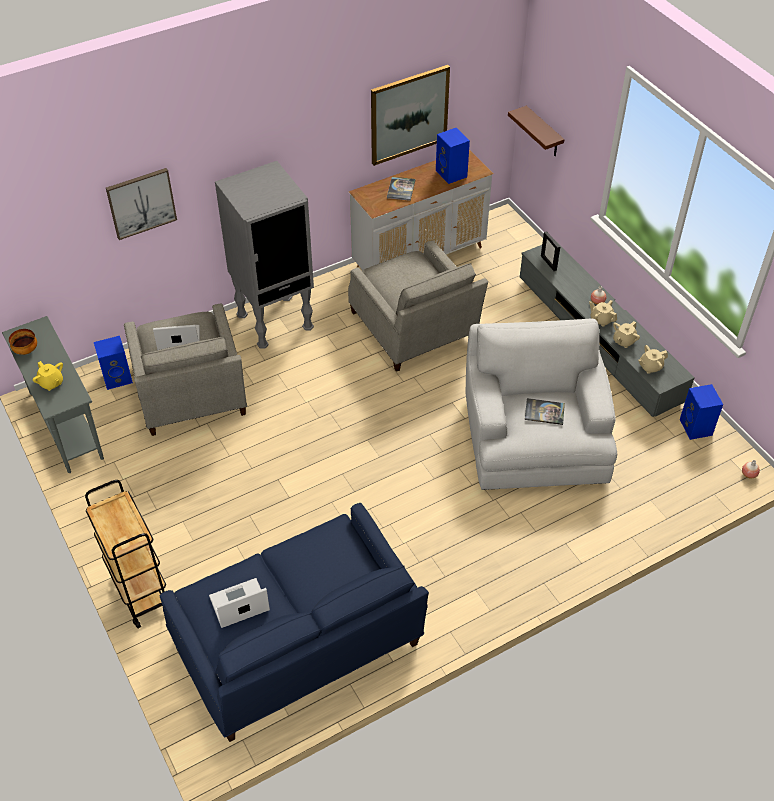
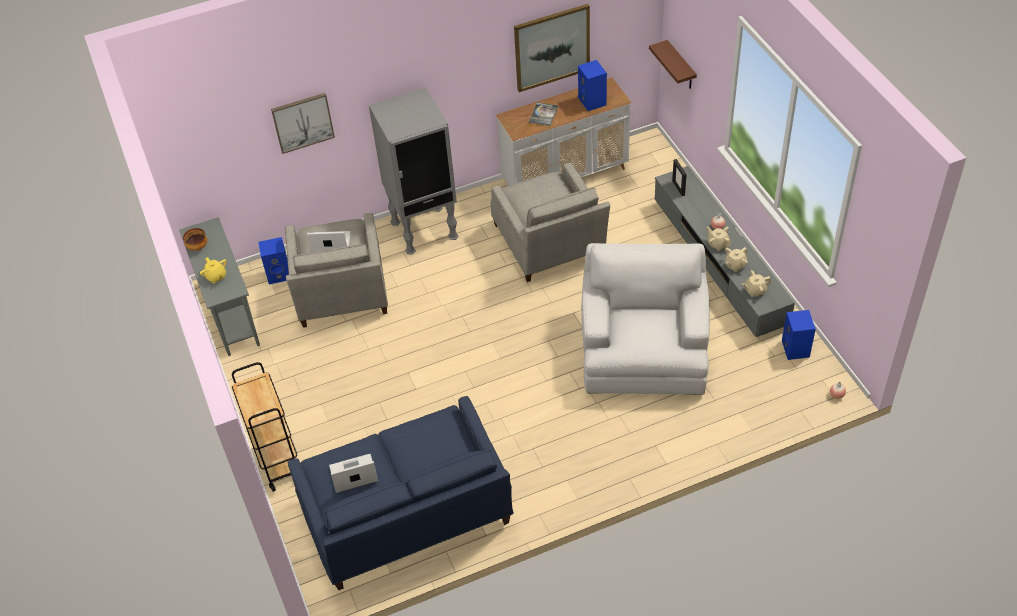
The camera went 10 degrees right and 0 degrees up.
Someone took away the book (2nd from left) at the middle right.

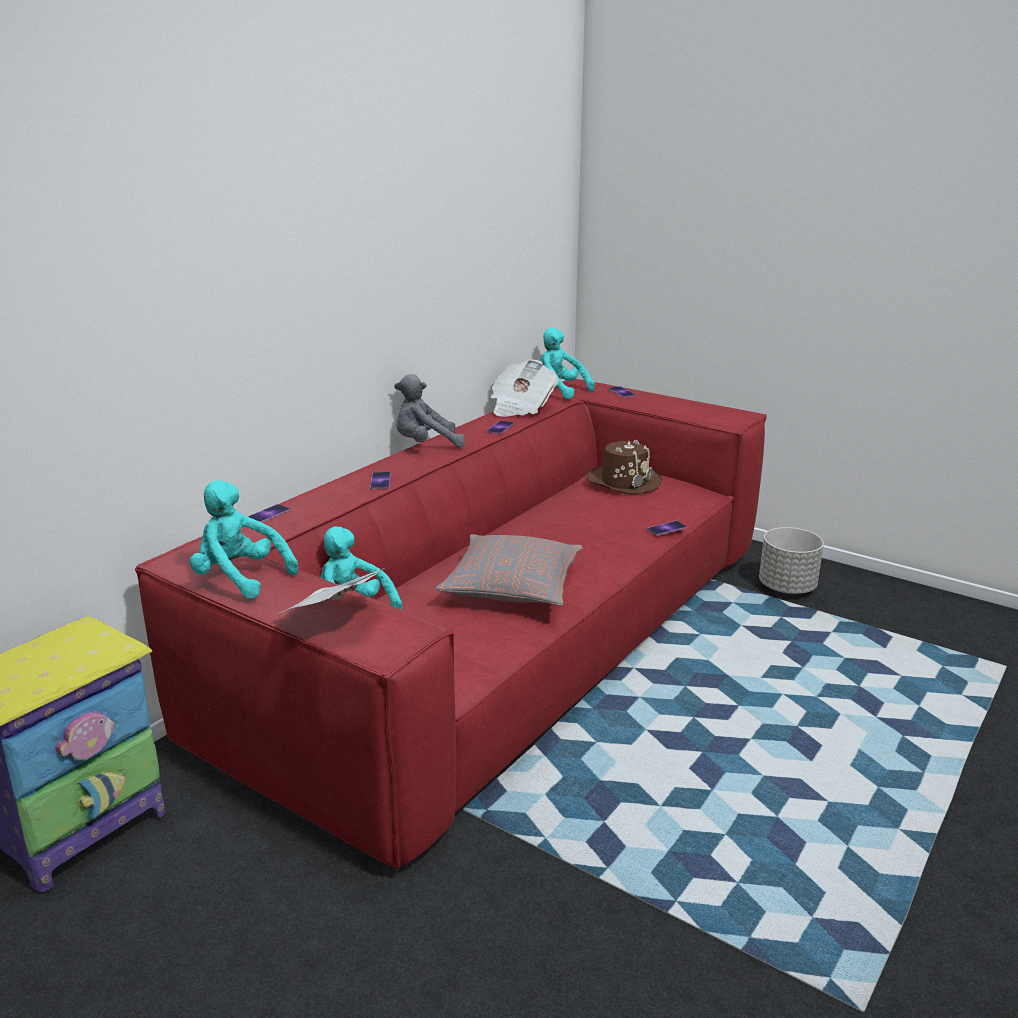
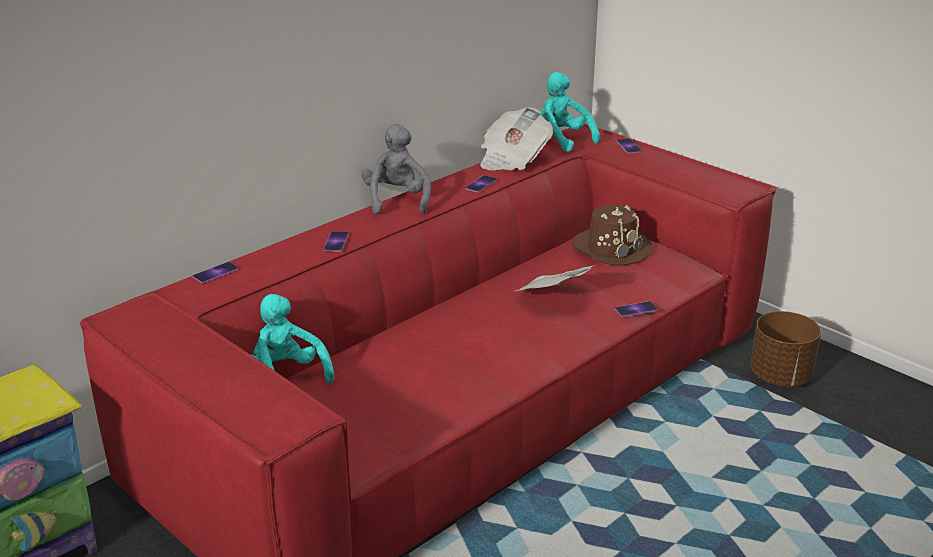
The camera went 10 degrees right and 5 degrees up.
Someone rotated the plush toy (grey) at the centre by 90 degrees clockwise.
Someone carried the newspaper (1st from left in the first image) from the middle left to the centre.
Someone repainted the planter (grey) at the middle right, which became the planter (brown) at the middle right.
Someone took away the plush toy (turquoise) (1st from left) at the middle left.
Someone took away the pillow (grey) at the centre.

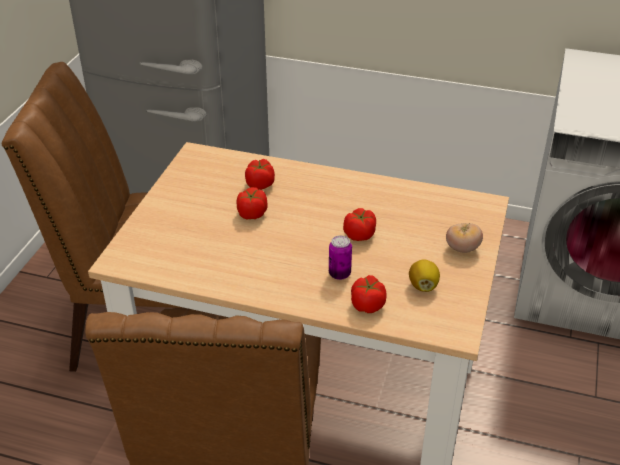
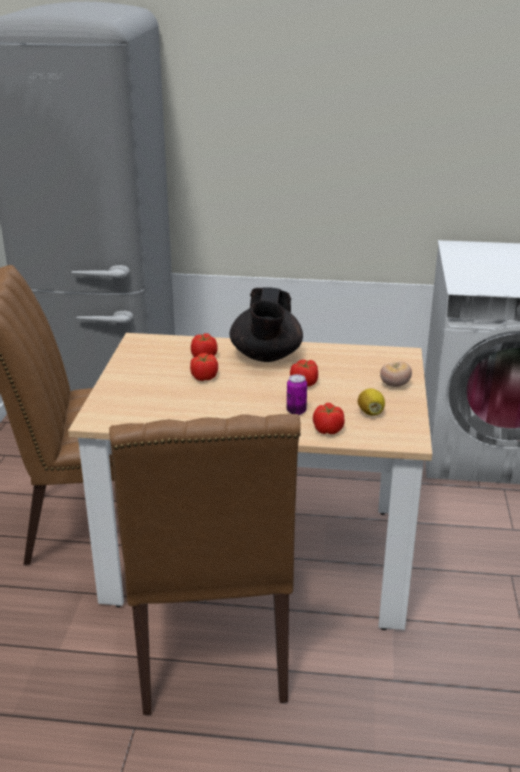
The camera went 10 degrees left and 10 degrees down.
Someone put down the teapot (black) at the centre.

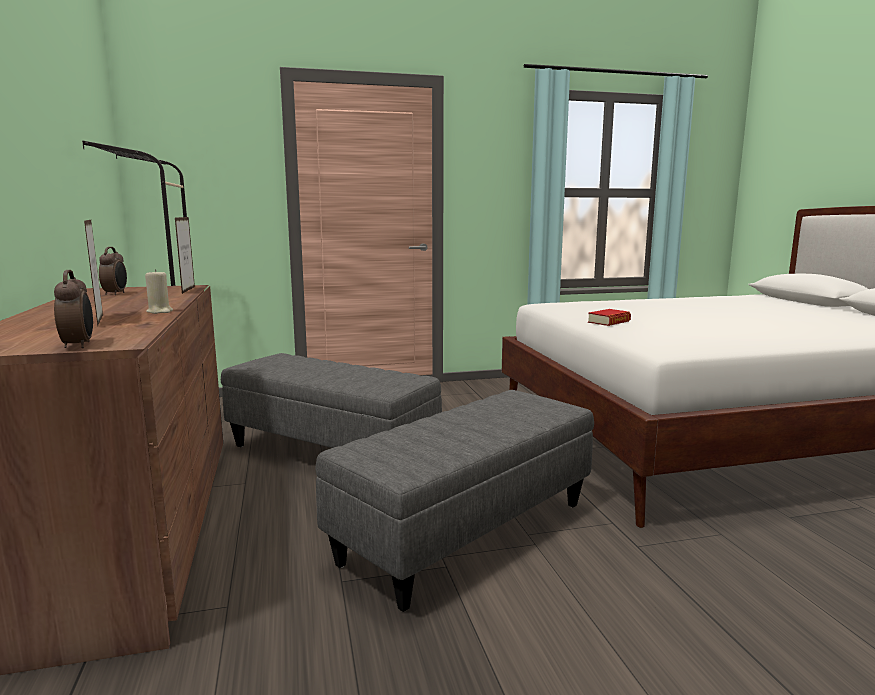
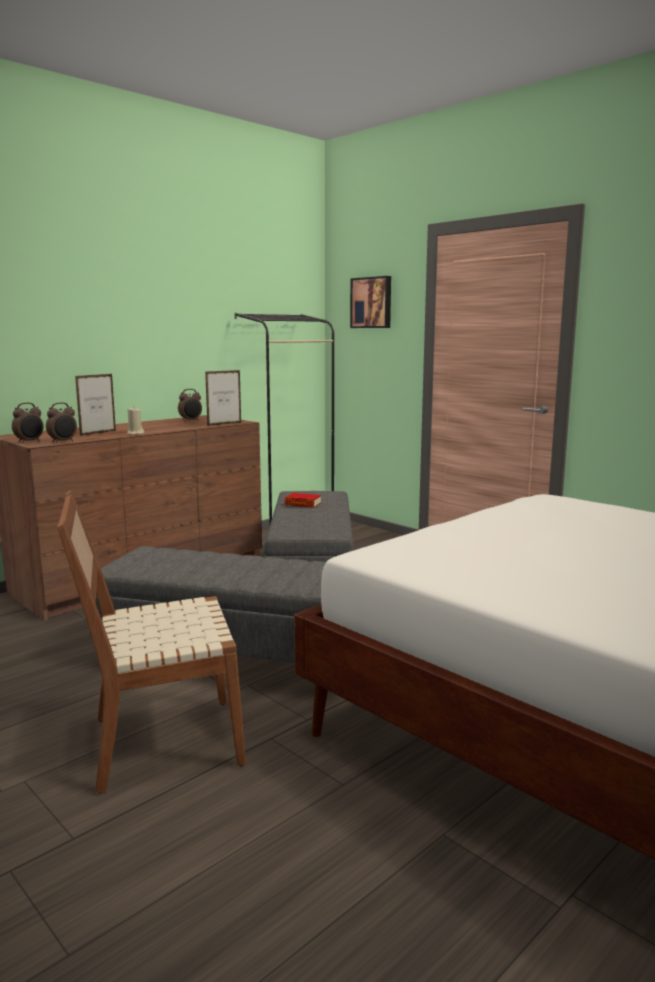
The camera went 60 degrees right and 0 degrees up.
Someone put down the alarm clock (2nd from left) at the middle left.
Someone put down the chair at the middle left.
Someone carried the book from the middle right to the centre.
Someone put up the picture at the top centre.

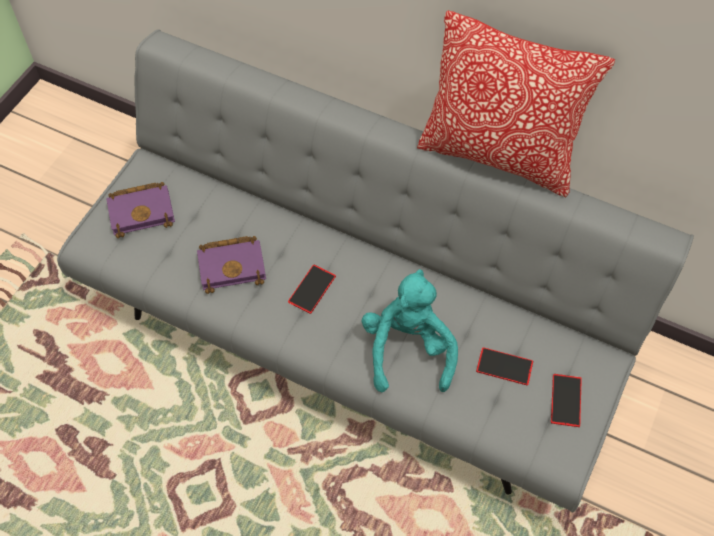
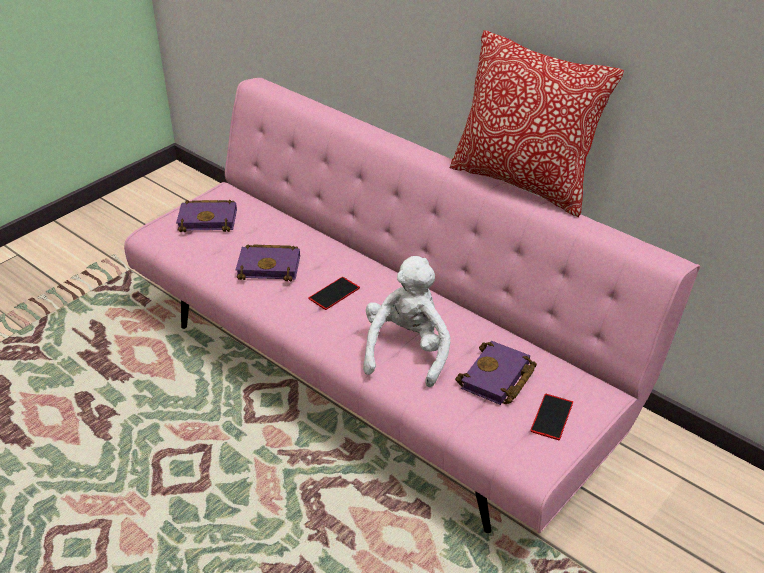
The camera went 15 degrees right and 20 degrees down.
Someone repainted the sofa (grey) at the centre, which became the sofa (pink) at the centre.
Someone repainted the plush toy (turquoise) at the centre, which became the plush toy (white) at the centre.
Someone swapped the phone (2nd from left) at the bottom right for the book (purple) (3rd from left) at the centre.

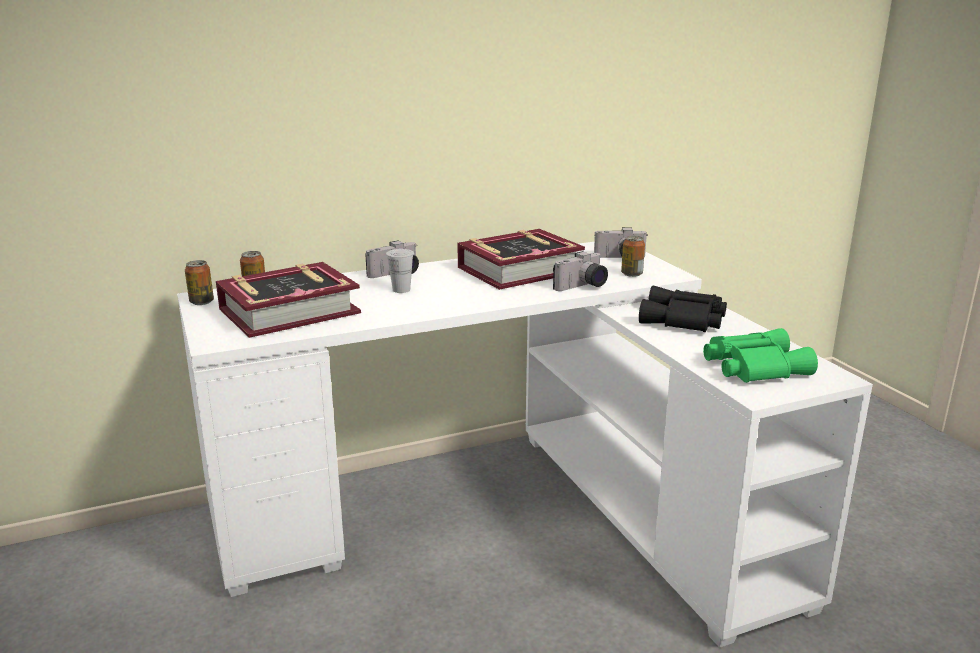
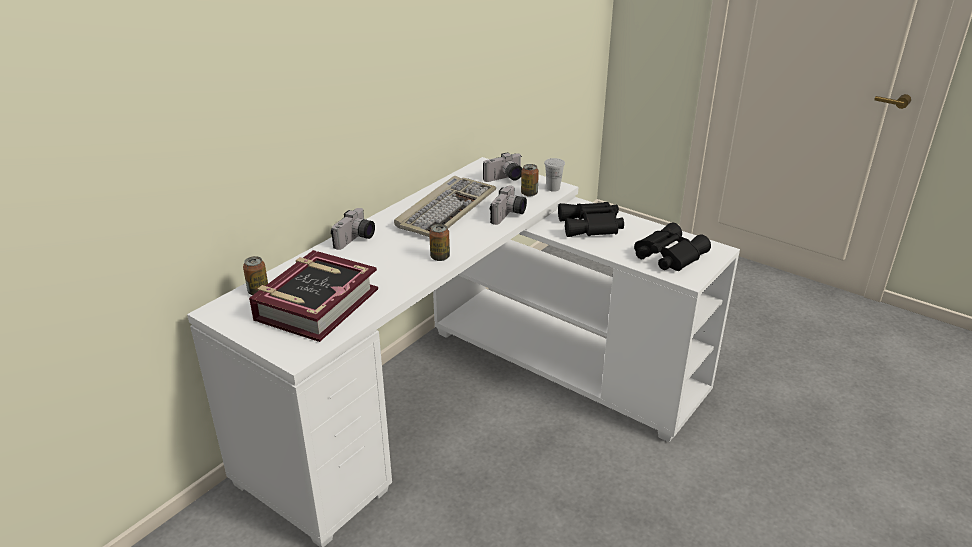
The camera went 30 degrees left and 10 degrees up.
Someone swapped the book (2nd from left) at the centre for the keyboard at the centre.
Someone carried the can (1st from left in the first image) from the middle left to the centre.
Someone carried the cup (white) from the centre to the top centre.
Someone repainted the binoculars (green) at the middle right, which became the binoculars (black) (2nd from left) at the middle right.

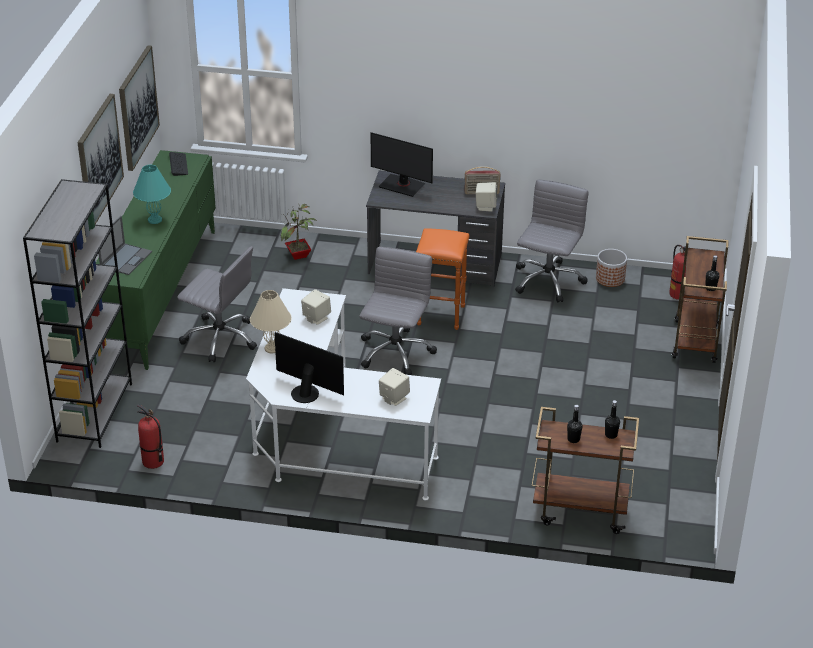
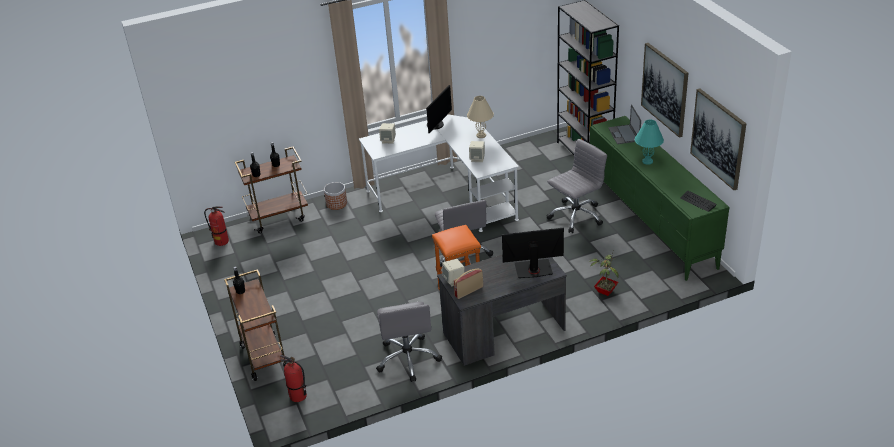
The camera went 150 degrees right and 0 degrees up.
Someone carried the fire extinguisher (1st from left) from the bottom left to the middle left.
Someone carried the planter from the middle right to the centre.
Someone rotated the monitor (1st from left) at the centre by 60 degrees counterclockwise.
Someone rotated the office chair (grey) (1st from left in the first image) at the middle left by 150 degrees clockwise.

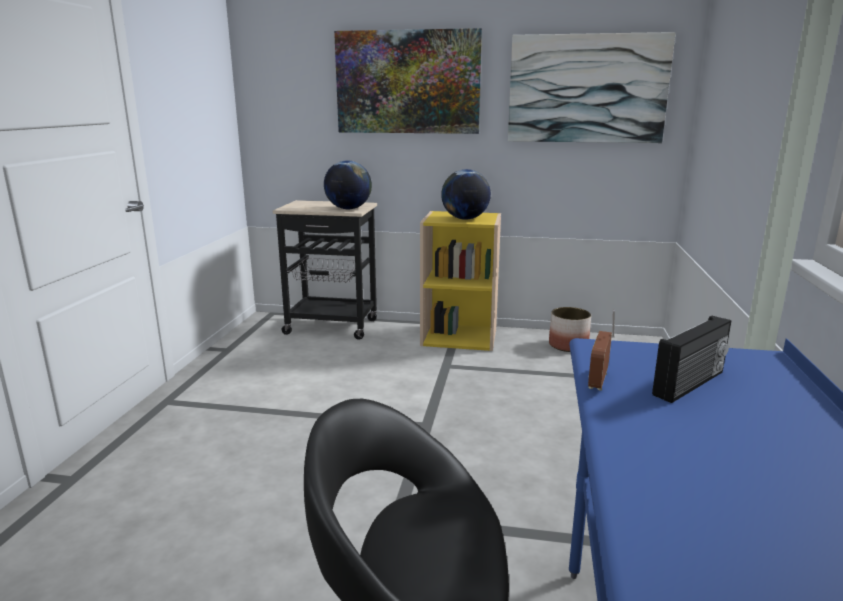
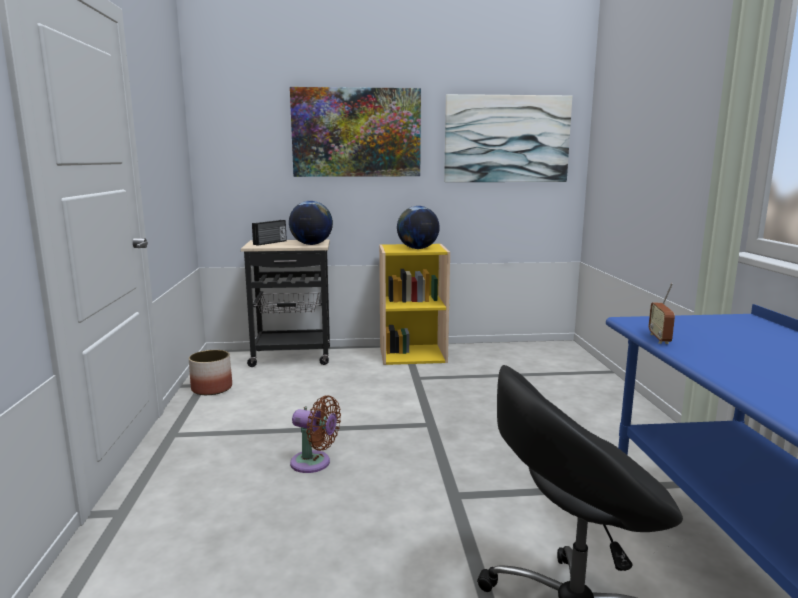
The camera went 15 degrees left and 5 degrees down.
Someone carried the planter from the middle right to the middle left.
Someone carried the radio (2nd from left in the first image) from the middle right to the centre.
Someone put down the fan (brown) at the bottom centre.

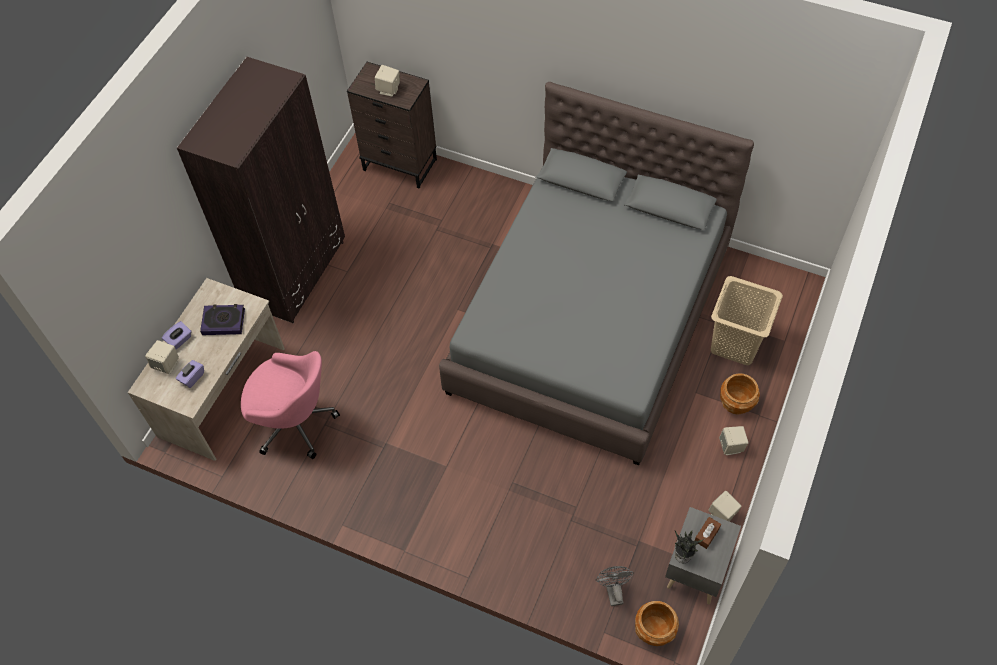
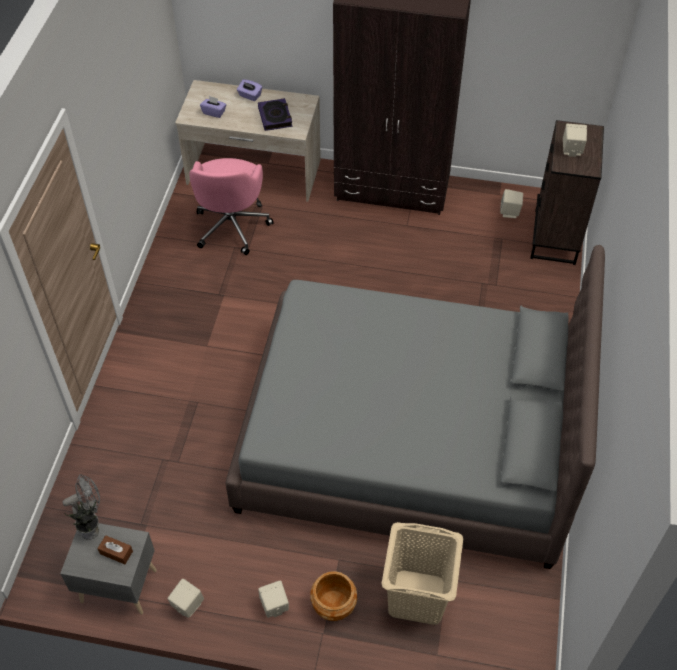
The camera went 75 degrees right and 5 degrees down.
Someone carried the speaker (beige) (1st from left in the first image) from the middle left to the top right.
Someone took away the planter (brown) (1st from left) at the bottom centre.

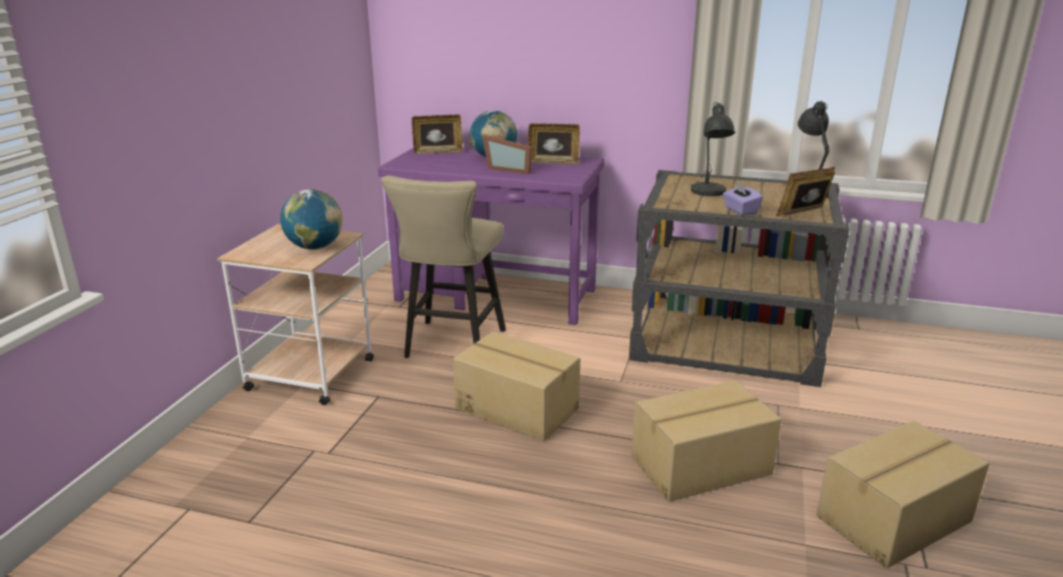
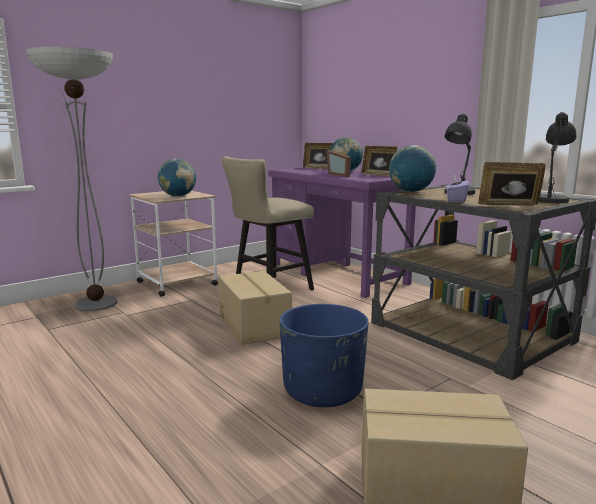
The camera went 35 degrees right and 10 degrees down.
Someone put down the floor lamp at the middle left.
Someone swapped the cardboard box (2nd from left) at the bottom centre for the planter (blue) at the bottom centre.
Someone put down the globe (3rd from left) at the middle right.

